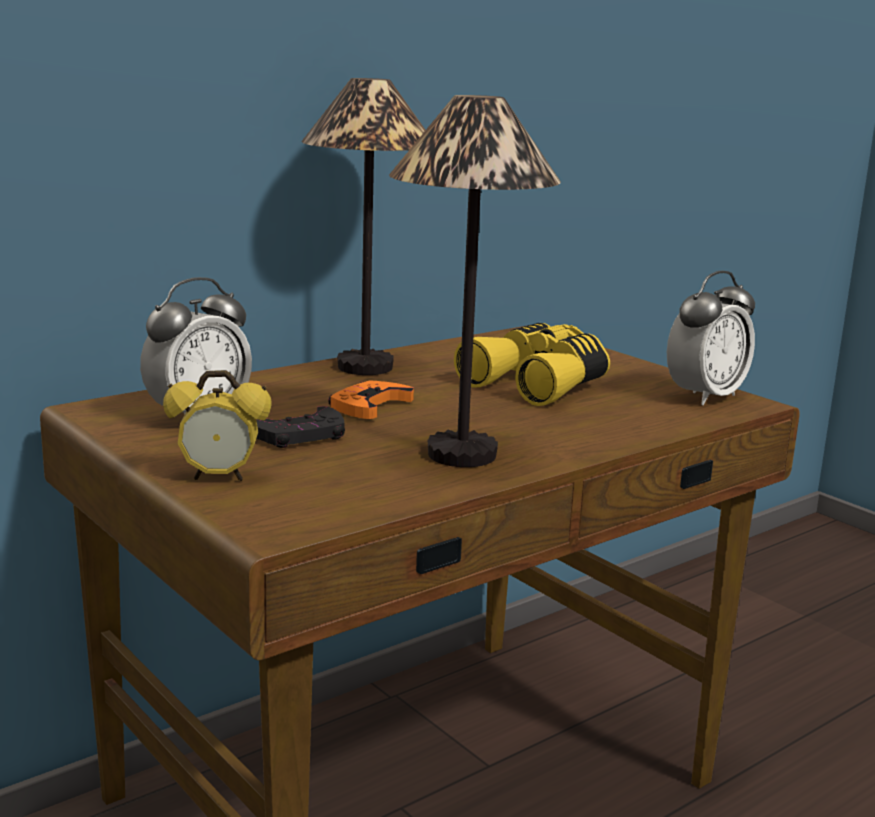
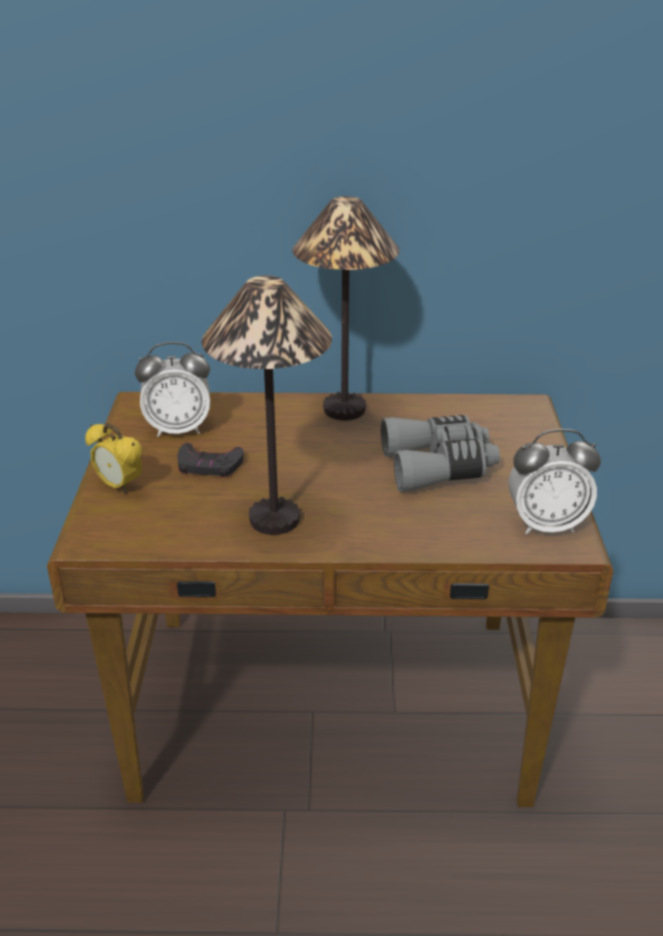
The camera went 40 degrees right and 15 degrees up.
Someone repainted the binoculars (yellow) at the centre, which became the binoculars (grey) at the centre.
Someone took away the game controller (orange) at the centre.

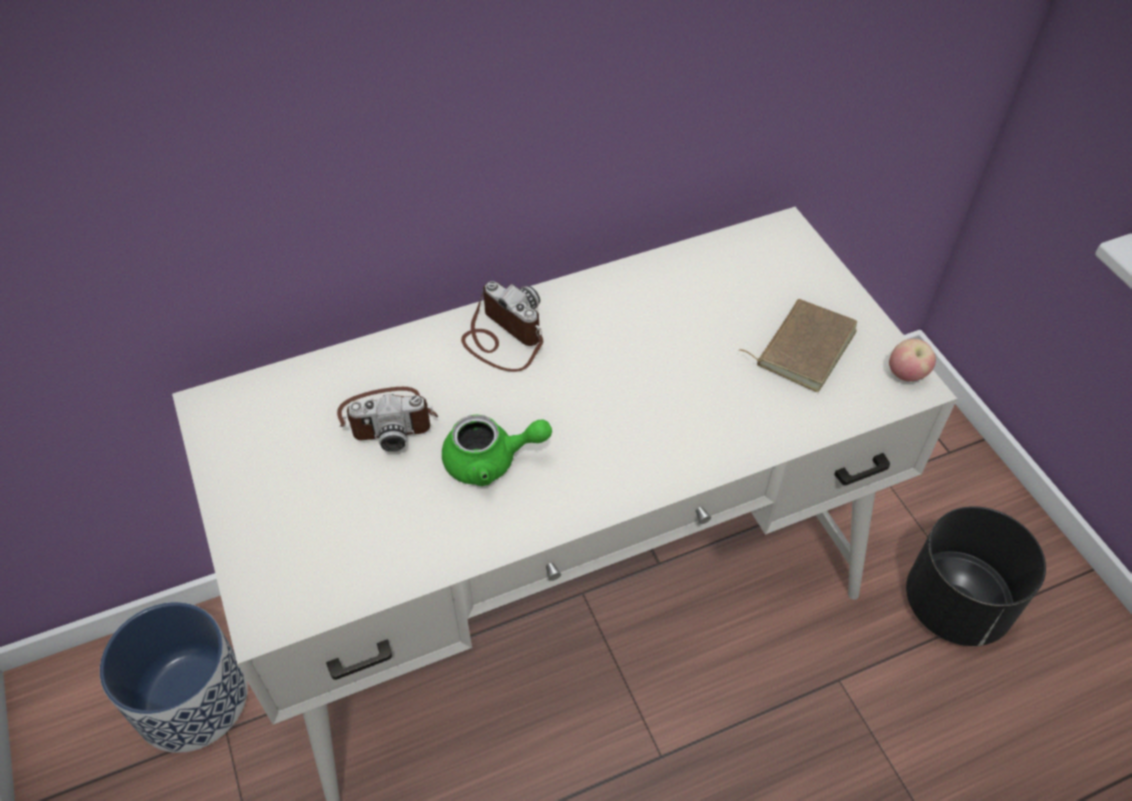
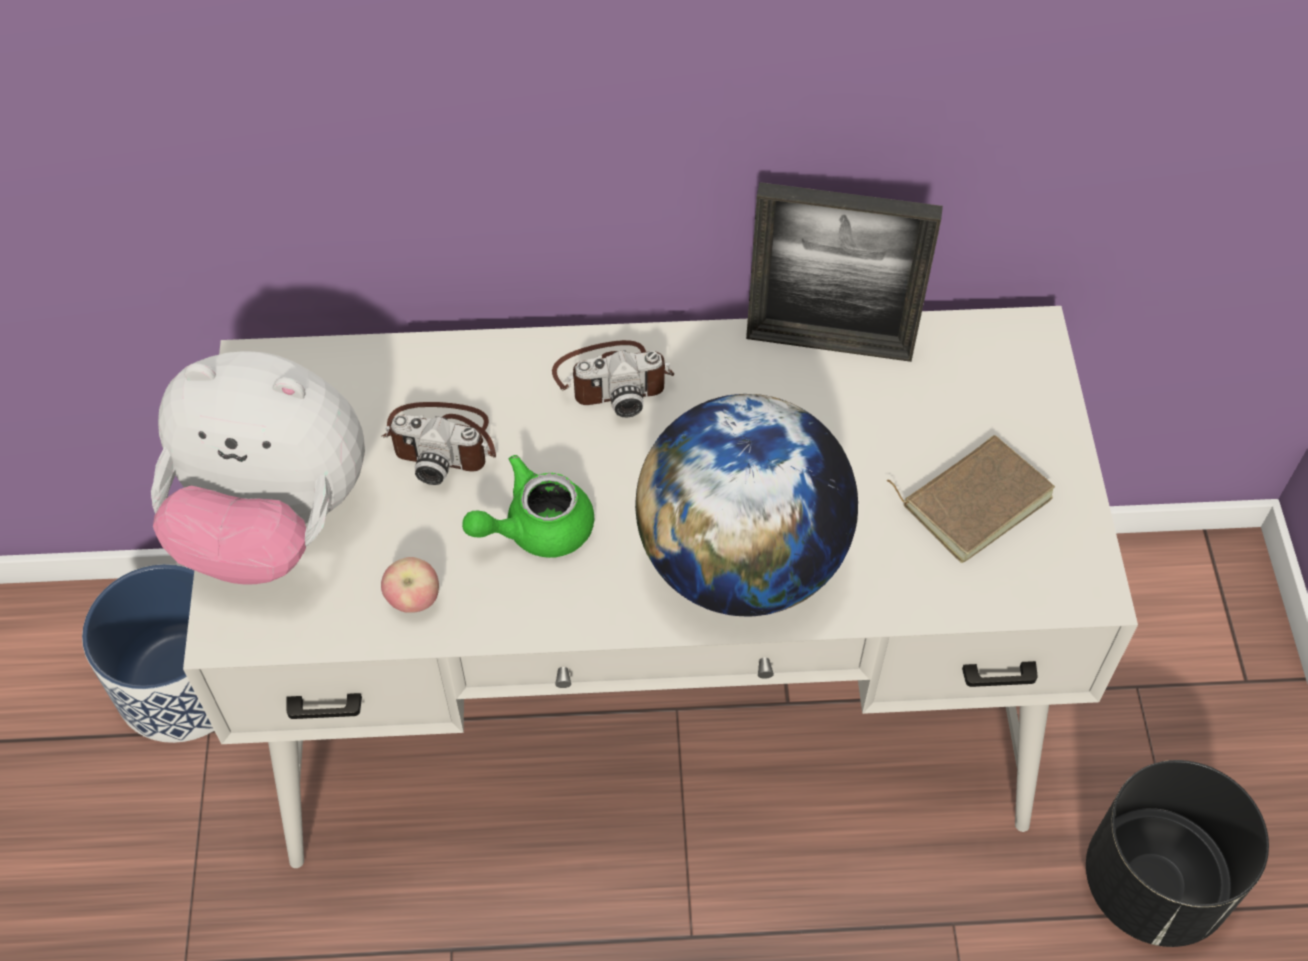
The camera went 20 degrees right and 5 degrees up.
Someone put down the plush toy at the middle left.
Someone carried the apple from the middle right to the middle left.
Someone rotated the teapot (green) at the centre by 135 degrees clockwise.
Someone rotated the photo camera (2nd from left) at the centre by 105 degrees clockwise.
Someone put down the globe at the centre.
Someone put down the picture frame at the top centre.

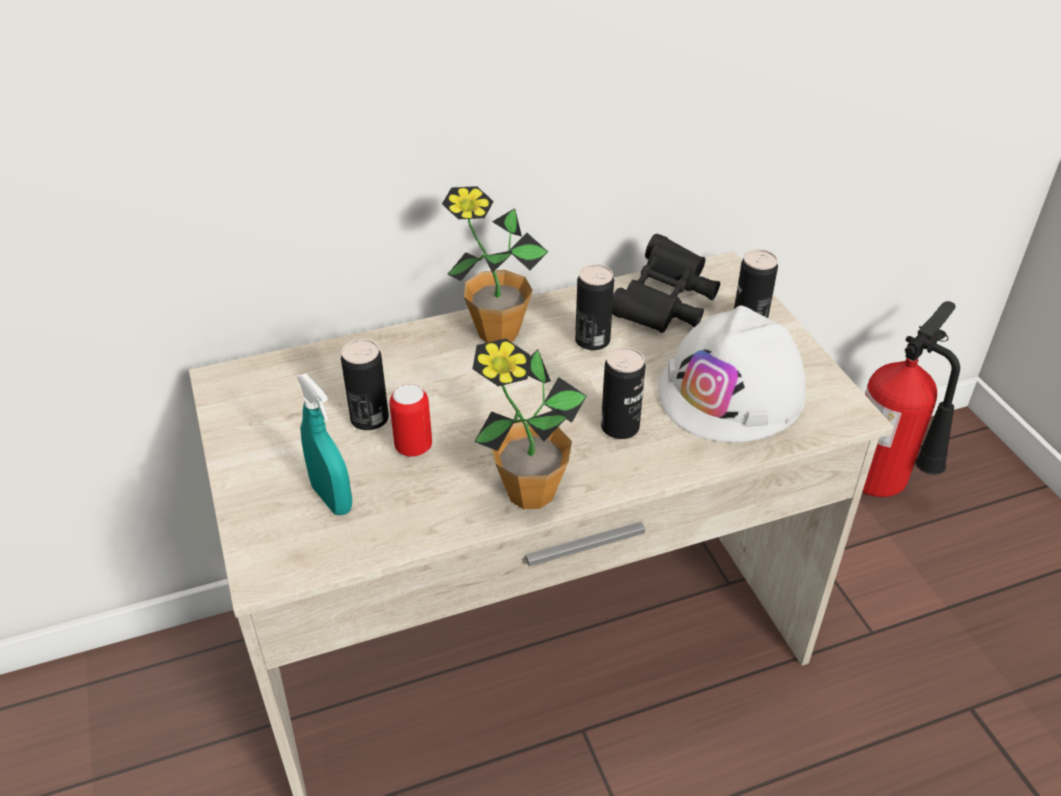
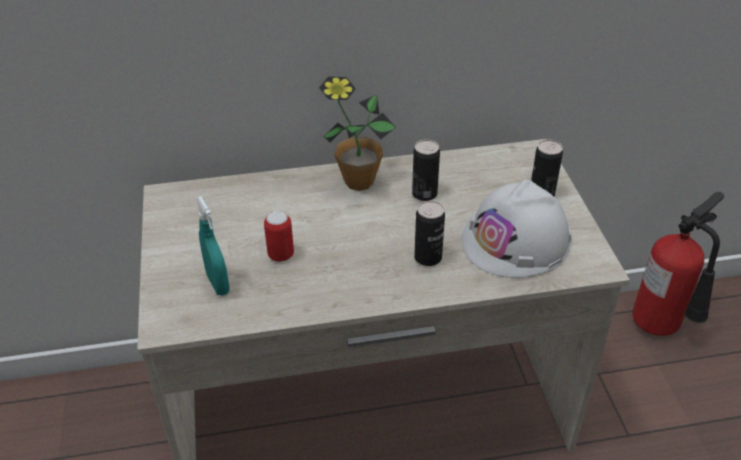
The camera went 10 degrees right and 0 degrees up.
Someone took away the can (1st from left) at the centre.
Someone took away the potted plant (2nd from left) at the centre.
Someone took away the binoculars (black) at the centre.

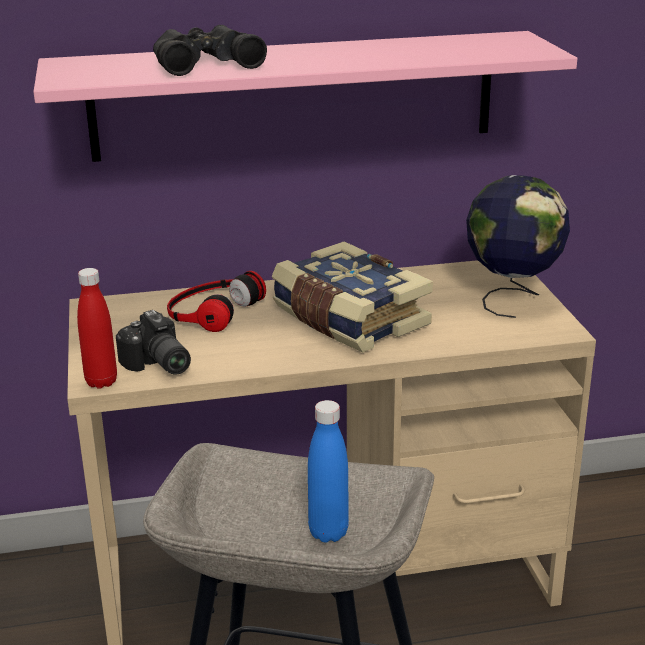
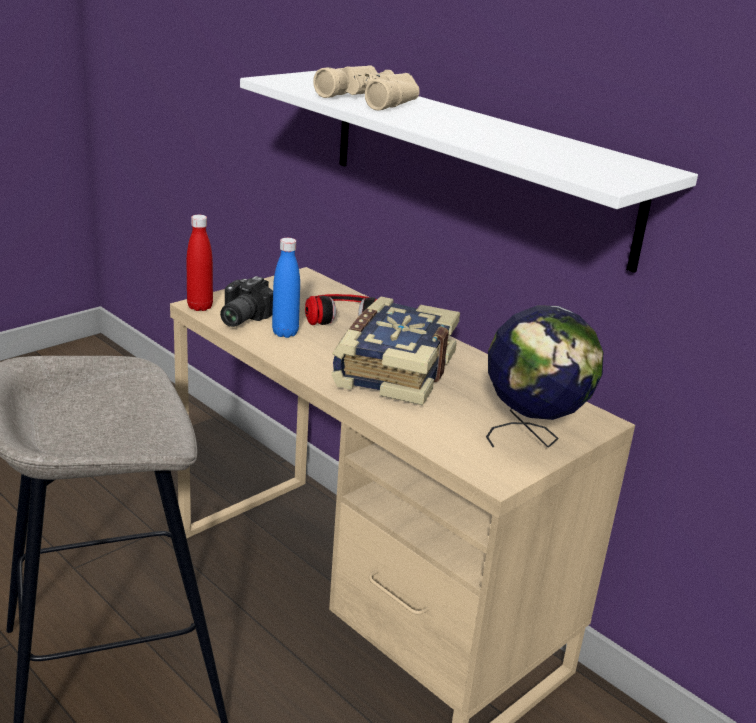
The camera went 55 degrees right and 0 degrees up.
Someone repainted the shelf (pink) at the top centre, which became the shelf (white) at the top centre.
Someone carried the bottle (blue) from the bottom centre to the centre.
Someone repainted the binoculars (black) at the top left, which became the binoculars (beige) at the top centre.

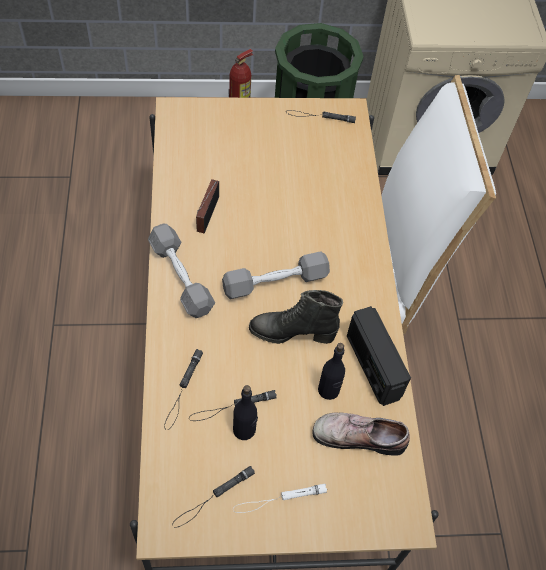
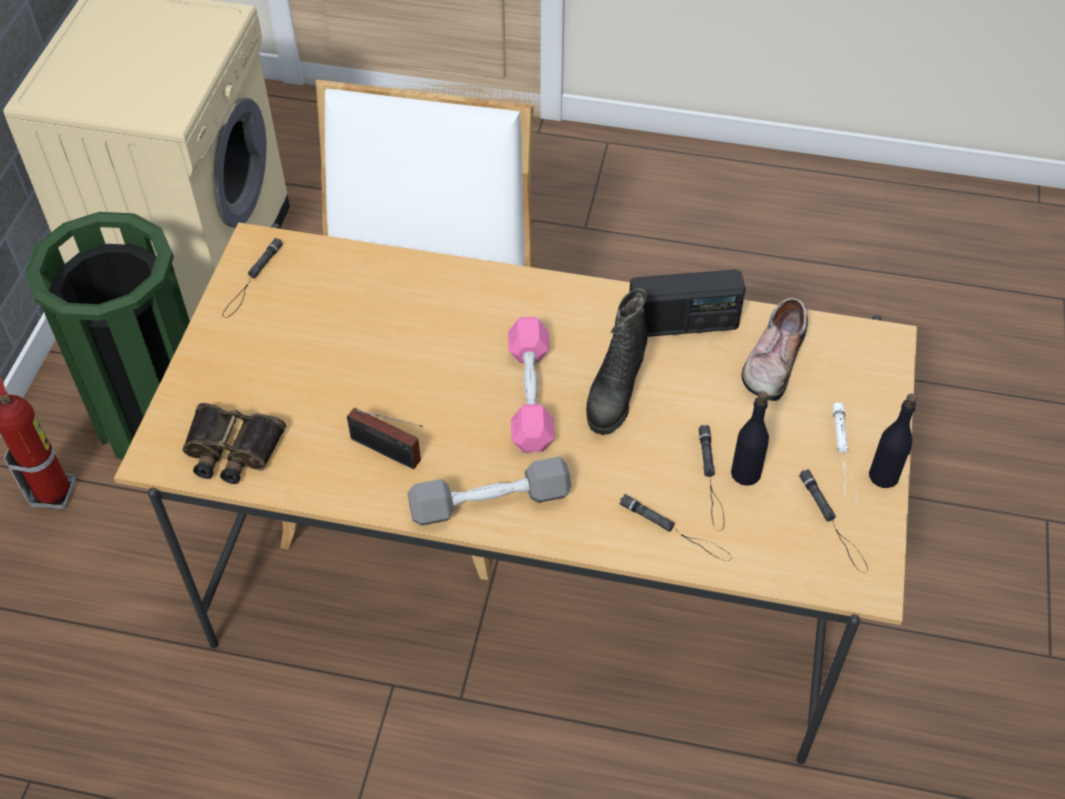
The camera went 70 degrees left and 5 degrees down.
Someone put down the binoculars at the middle left.
Someone repainted the dumbbell (grey) (2nd from left) at the centre, which became the dumbbell (pink) at the centre.
Someone carried the bottle (black) (2nd from left) from the centre to the middle right.

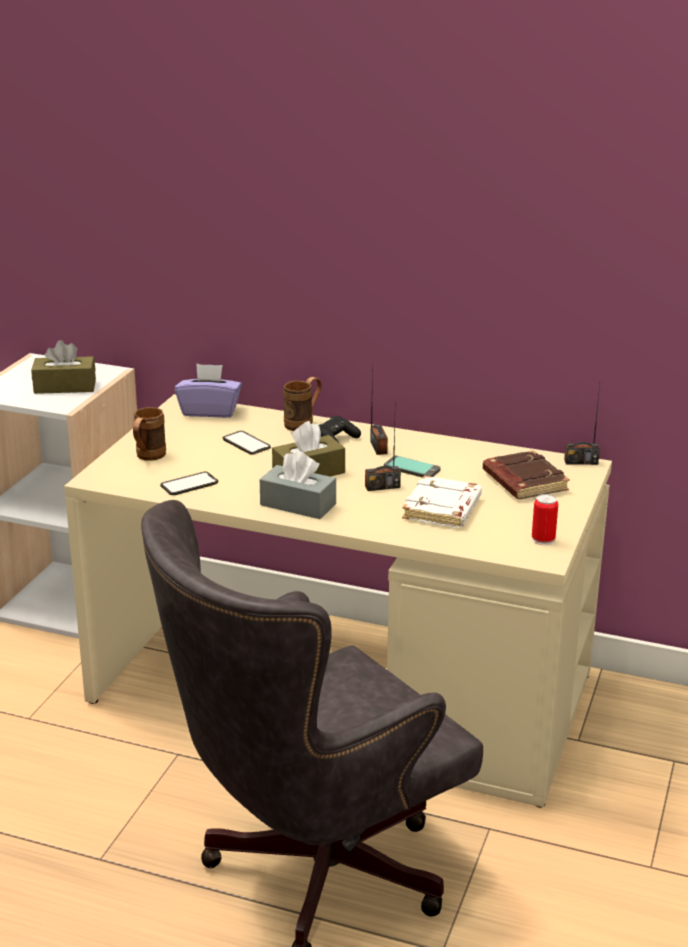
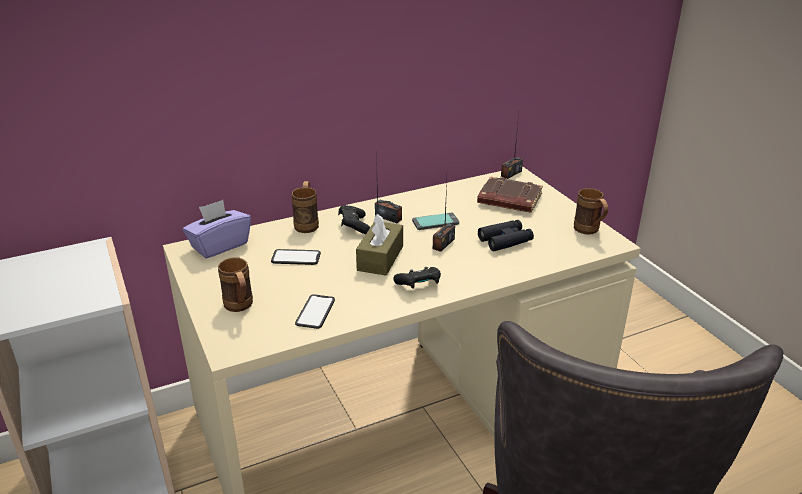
The camera went 45 degrees left and 5 degrees up.
Someone swapped the tissue box (grey) at the centre for the game controller (black) (2nd from left) at the centre.
Someone swapped the book (white) at the centre for the binoculars (black) at the centre.
Someone swapped the can at the middle right for the mug (brown) (3rd from left) at the middle right.
Someone took away the tissue box (brown) (1st from left) at the middle left.

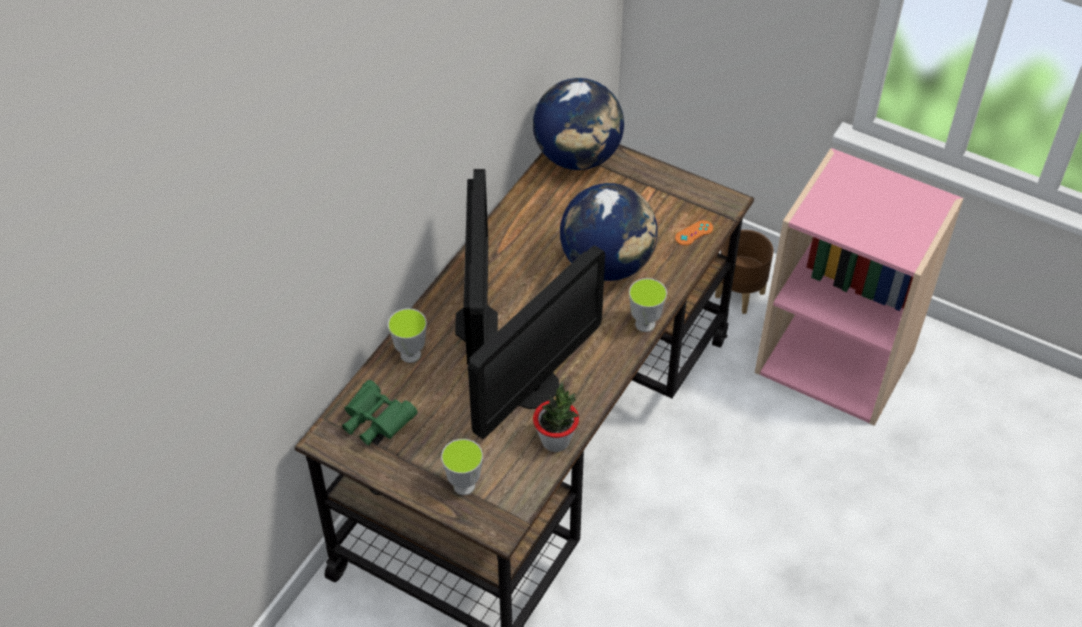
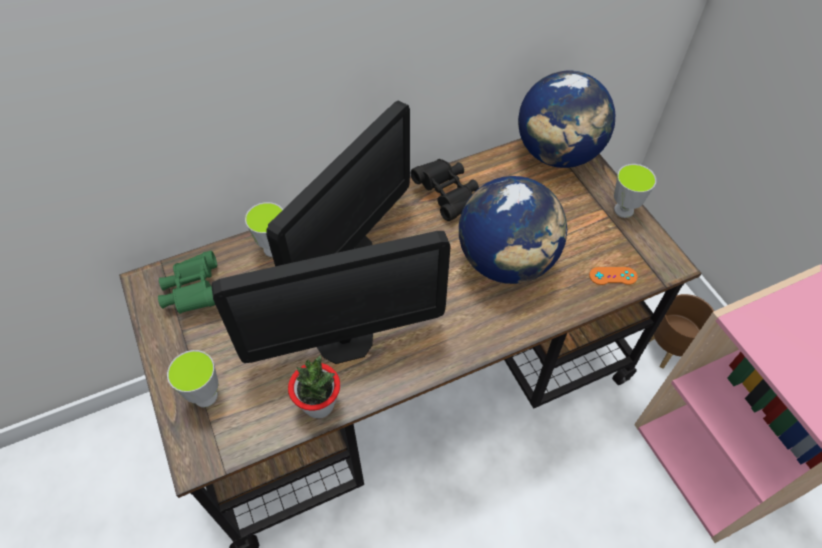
The camera went 35 degrees right and 5 degrees up.
Someone put down the binoculars (black) at the centre.
Someone carried the cup (3rd from left) from the centre to the middle right.

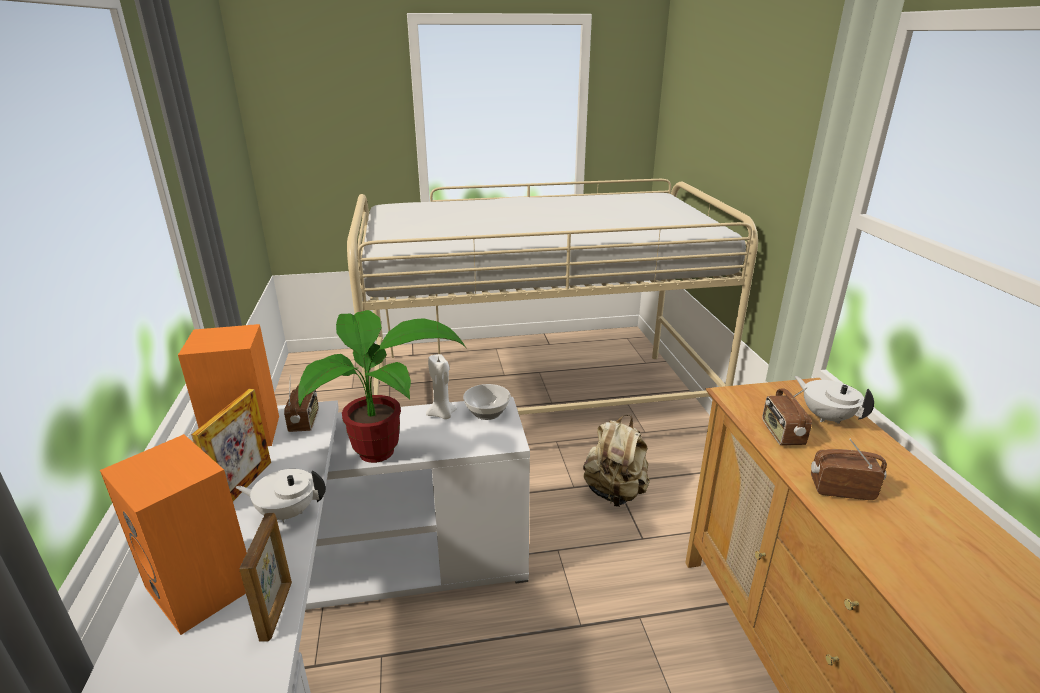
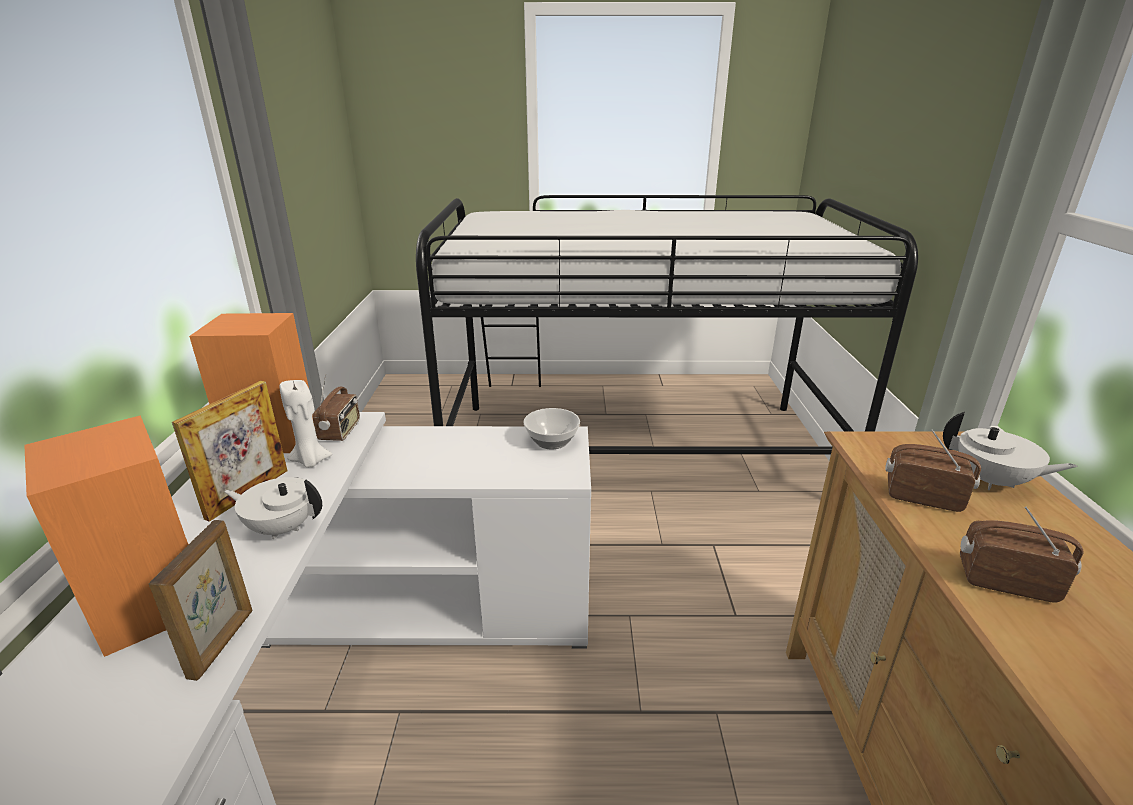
The camera went 10 degrees right and 0 degrees up.
Someone carried the candle (white) from the centre to the middle left.
Someone repainted the bed (beige) at the centre, which became the bed (black) at the centre.
Someone rotated the radio (2nd from left) at the middle right by 105 degrees clockwise.
Someone rotated the teapot (white) (2nd from left) at the middle right by 150 degrees clockwise.
Someone took away the potted plant at the centre.
Someone took away the backpack (beige) at the centre.

